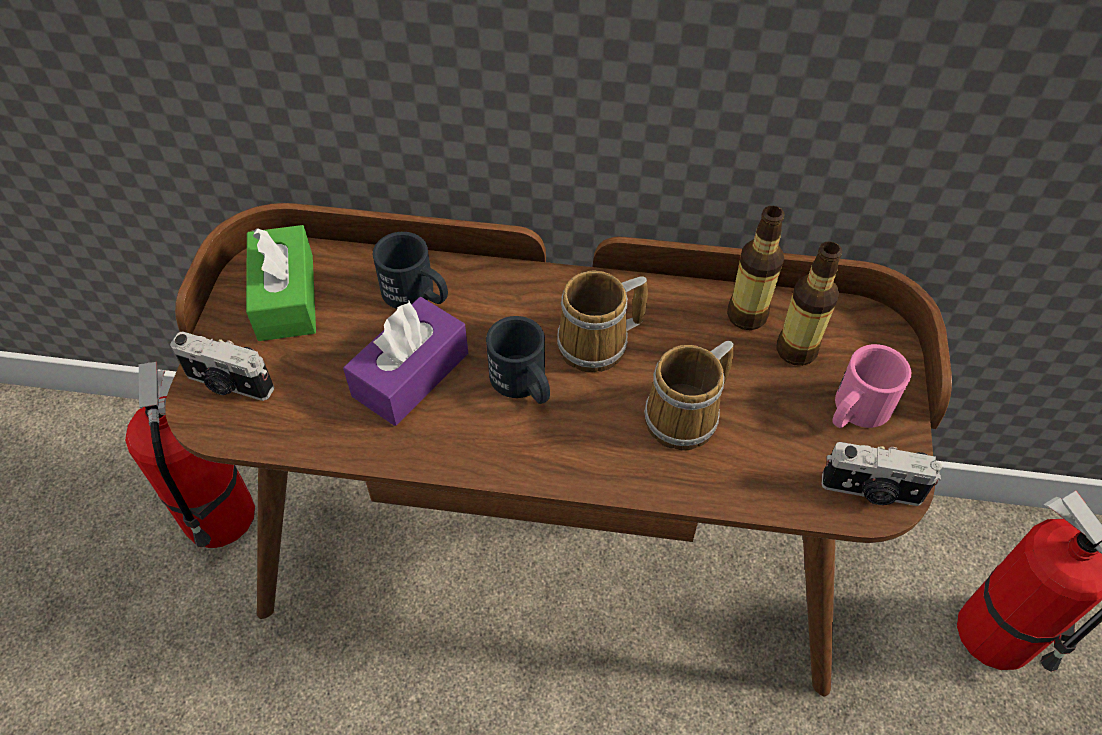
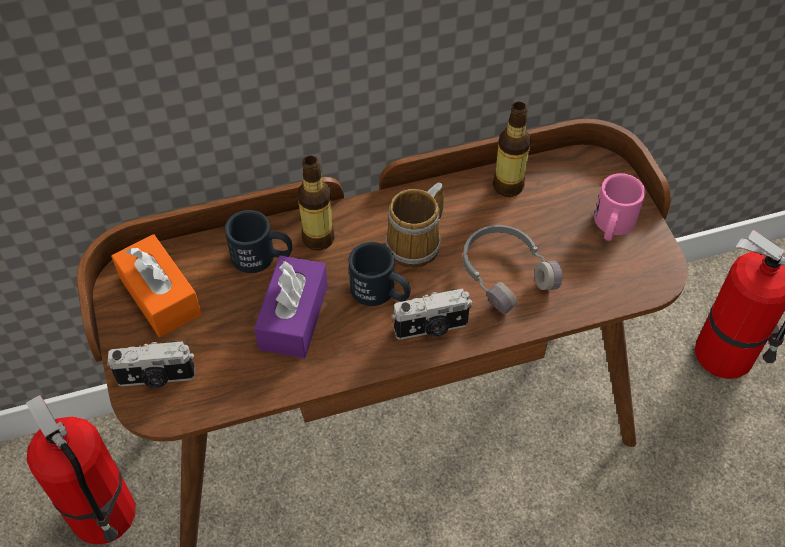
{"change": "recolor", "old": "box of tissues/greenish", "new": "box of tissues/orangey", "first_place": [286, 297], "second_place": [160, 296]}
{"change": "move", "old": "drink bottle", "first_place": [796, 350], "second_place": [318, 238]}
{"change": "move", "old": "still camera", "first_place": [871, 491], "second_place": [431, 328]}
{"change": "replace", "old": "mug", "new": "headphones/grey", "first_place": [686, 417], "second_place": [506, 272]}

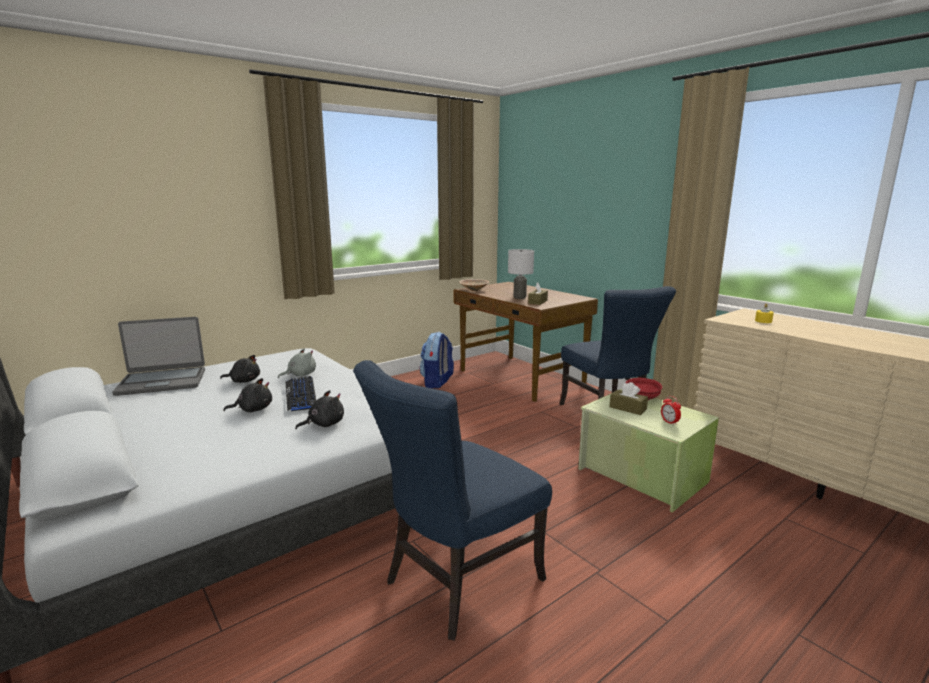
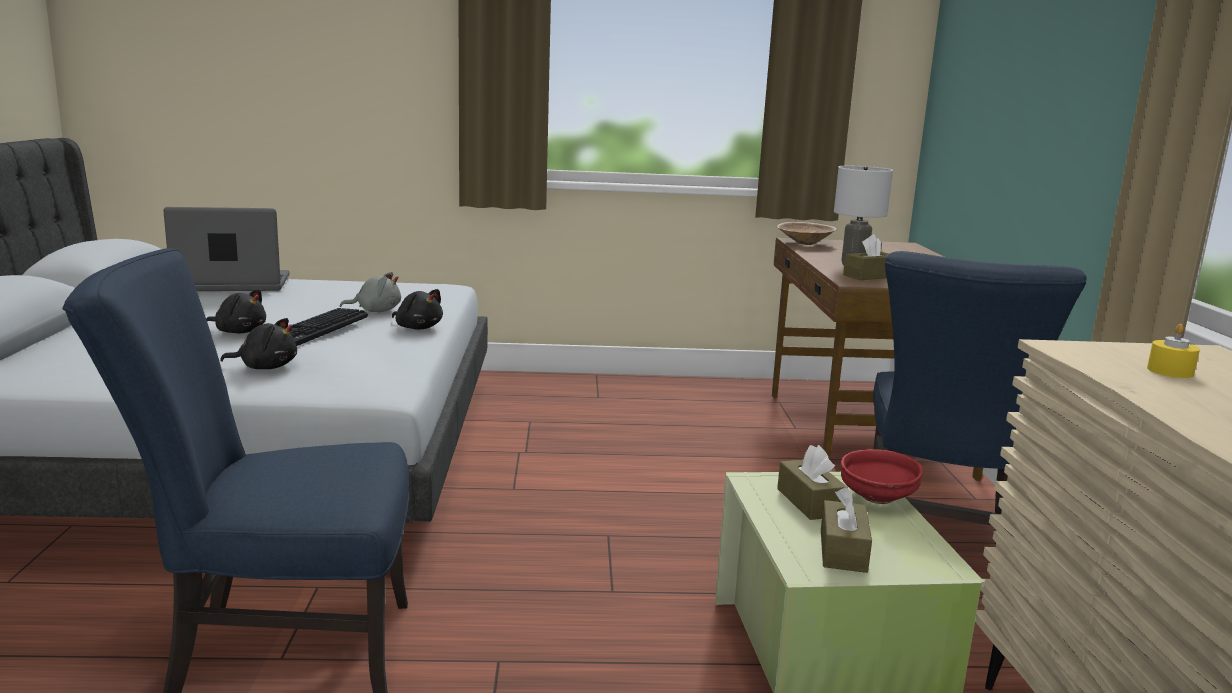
{"change": "rotate", "old": "laptop", "first_place": [162, 382], "second_place": [232, 284], "degrees": 150}
{"change": "move", "old": "cuddly toy/black", "first_place": [244, 381], "second_place": [418, 328]}
{"change": "replace", "old": "table clock", "new": "box of tissues/brown", "first_place": [669, 422], "second_place": [843, 550]}
{"change": "delete", "old": "backpack", "first_place": [437, 382]}

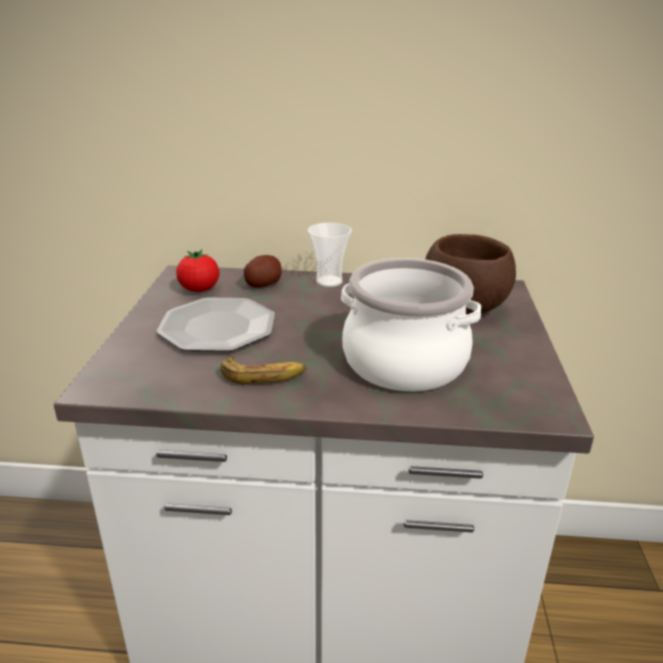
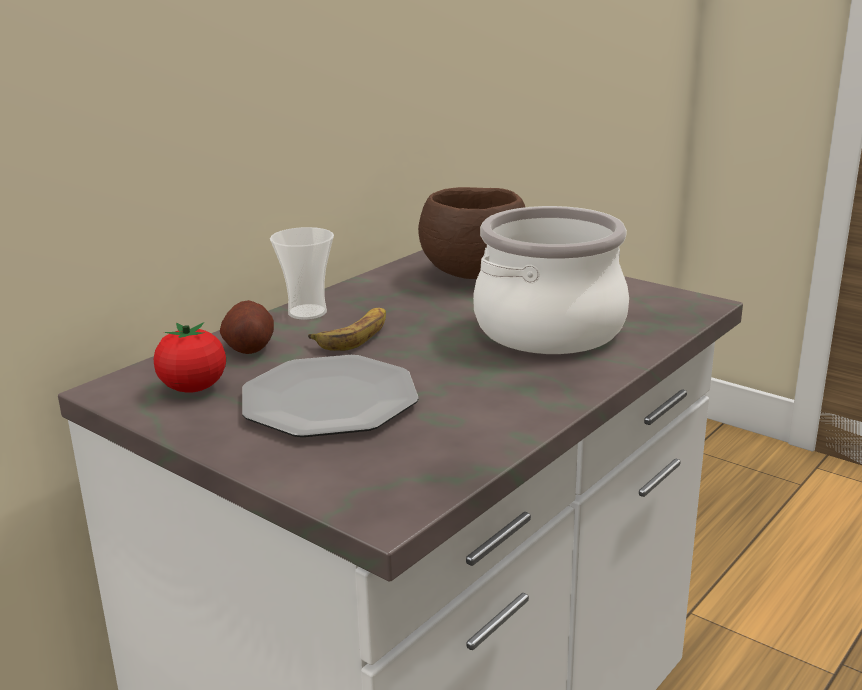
{"change": "move", "old": "whole banana", "first_place": [263, 375], "second_place": [355, 336]}

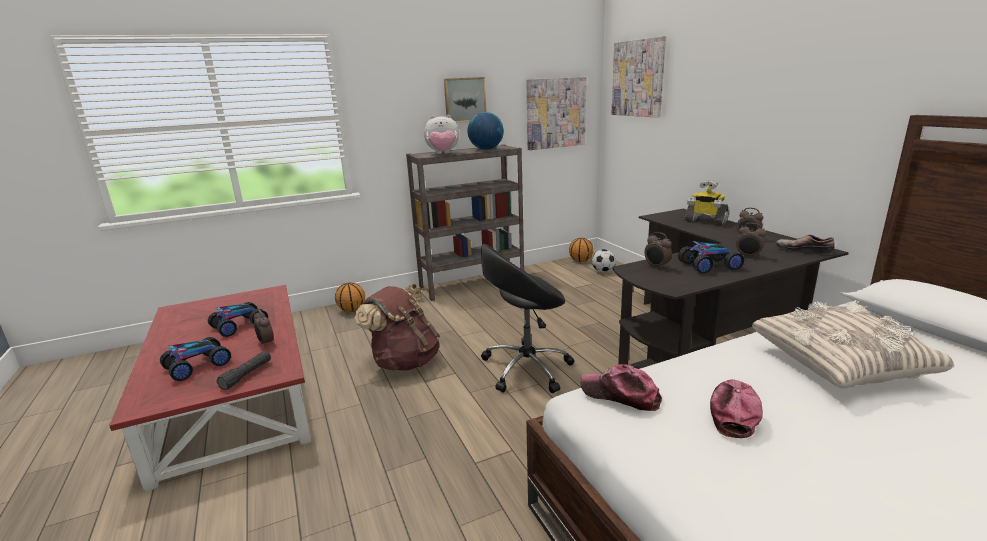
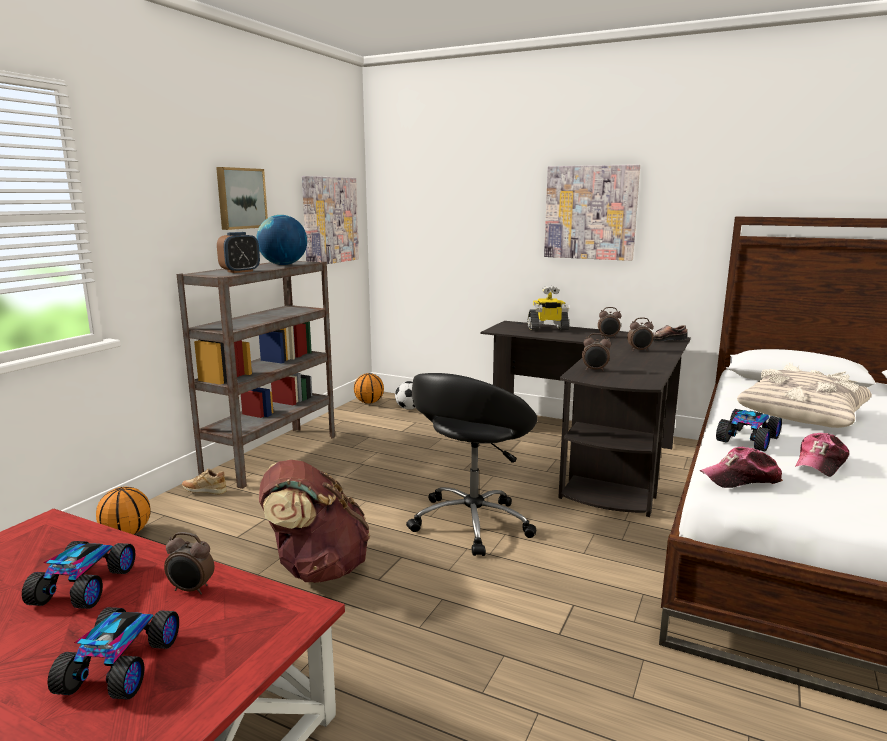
{"change": "replace", "old": "cuddly toy", "new": "table clock", "first_place": [443, 154], "second_place": [240, 271]}
{"change": "move", "old": "picture", "first_place": [638, 78], "second_place": [590, 212]}
{"change": "move", "old": "model car", "first_place": [709, 266], "second_place": [749, 439]}
{"change": "rotate", "old": "peaked cap", "first_place": [733, 412], "second_place": [820, 464], "degrees": -120}
{"change": "delete", "old": "torch/black", "first_place": [247, 375]}

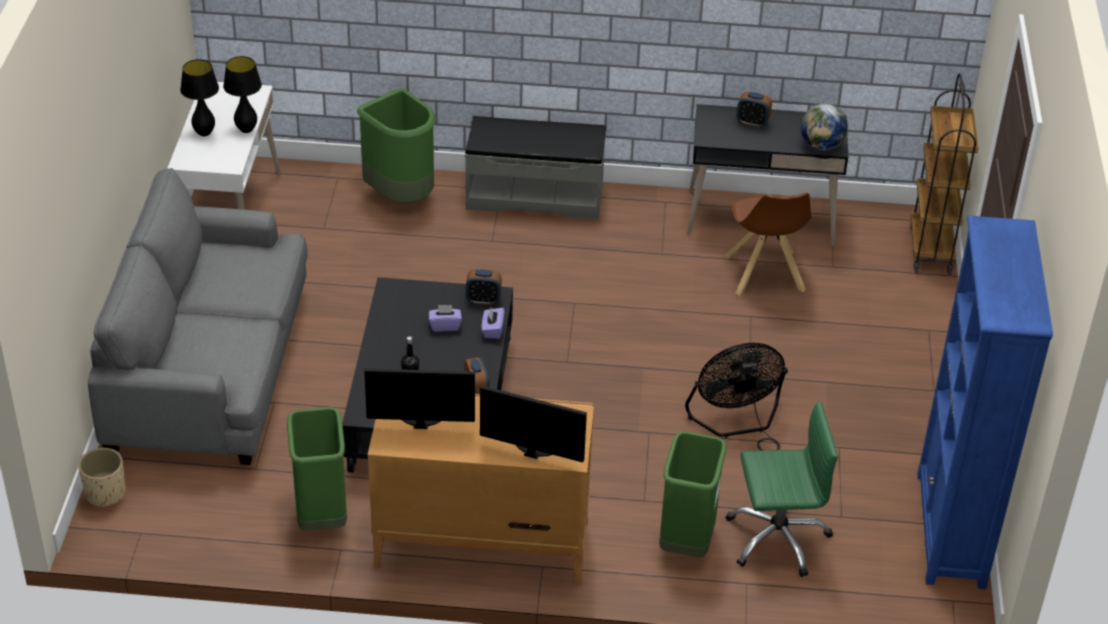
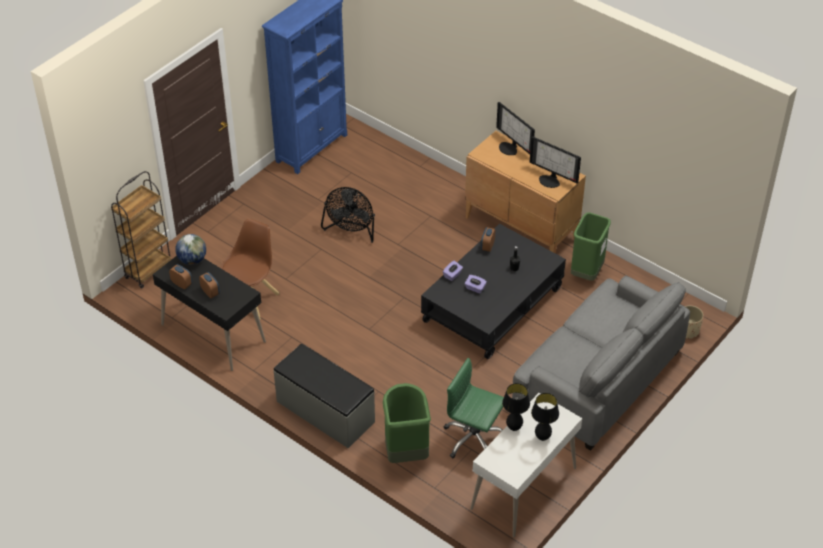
{"change": "move", "old": "table clock", "first_place": [483, 300], "second_place": [182, 284]}
{"change": "move", "old": "computer chair/greenish", "first_place": [777, 538], "second_place": [473, 439]}
{"change": "delete", "old": "waste bin/greenish", "first_place": [686, 542]}

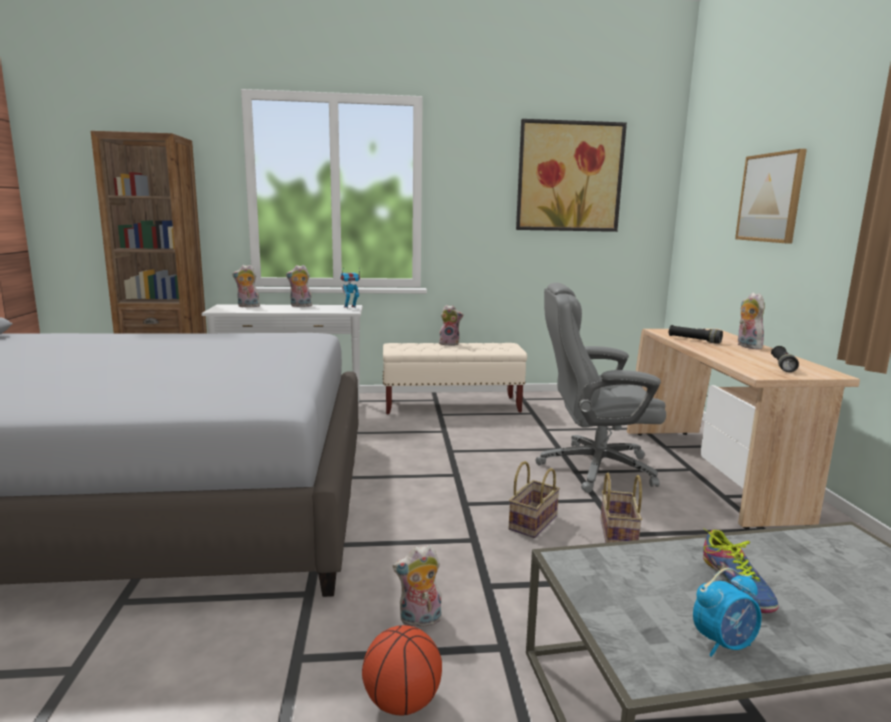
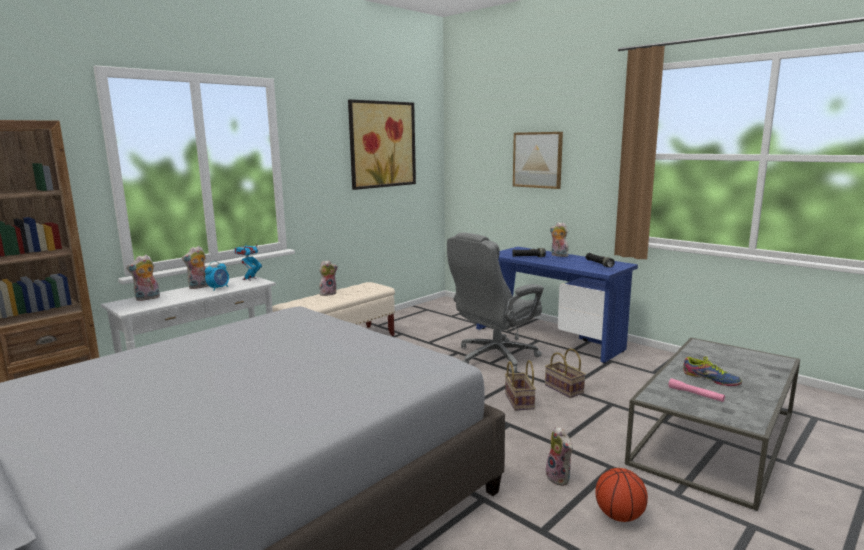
{"change": "move", "old": "table clock", "first_place": [723, 644], "second_place": [219, 288]}
{"change": "recolor", "old": "desk table/beige", "new": "desk table/blue", "first_place": [711, 473], "second_place": [549, 339]}
{"change": "rotate", "old": "cuddly toy", "first_place": [419, 621], "second_place": [560, 478], "degrees": -60}
{"change": "insert", "new": "torch/pink-coloured", "second_place": [695, 394]}

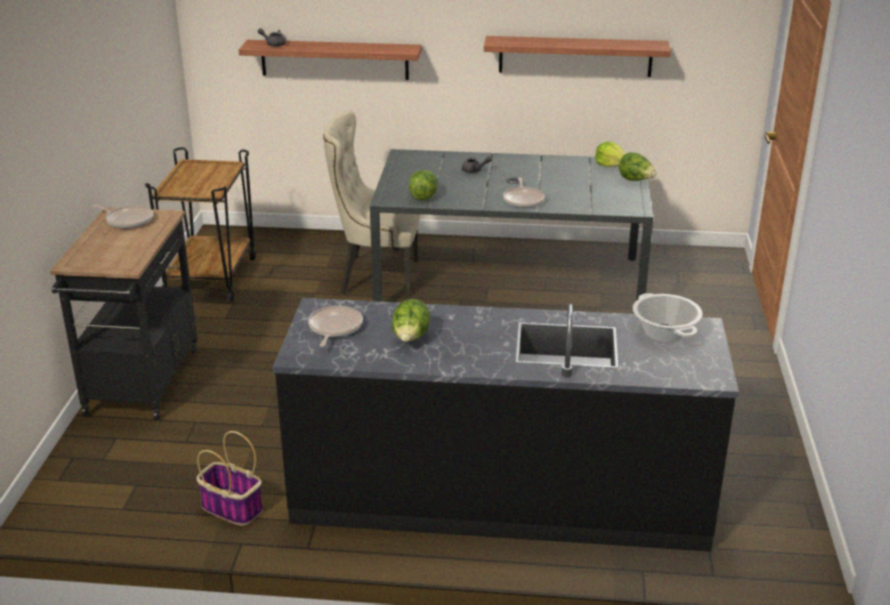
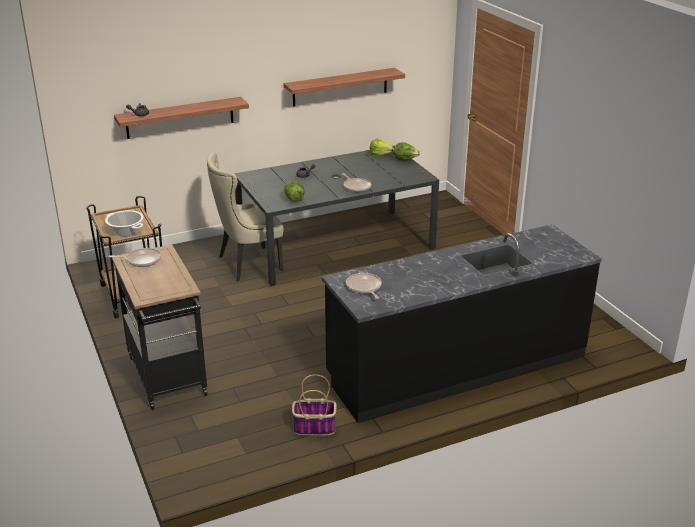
{"change": "move", "old": "stockpot", "first_place": [664, 334], "second_place": [126, 231]}
{"change": "delete", "old": "lettuce head", "first_place": [410, 339]}

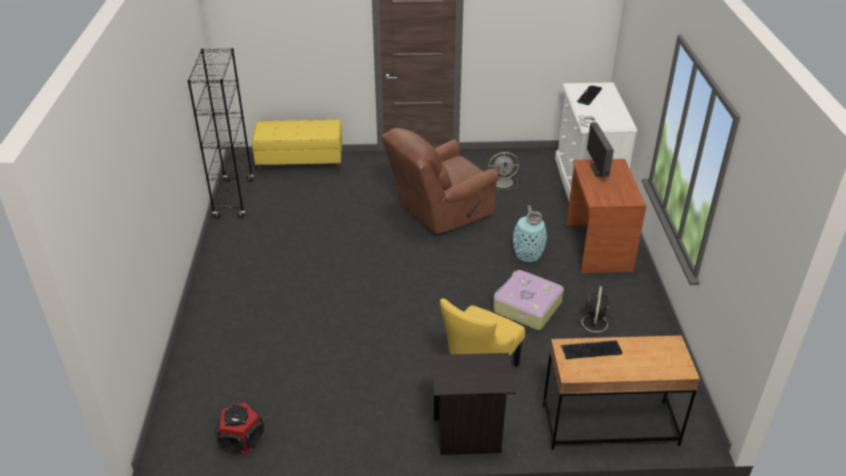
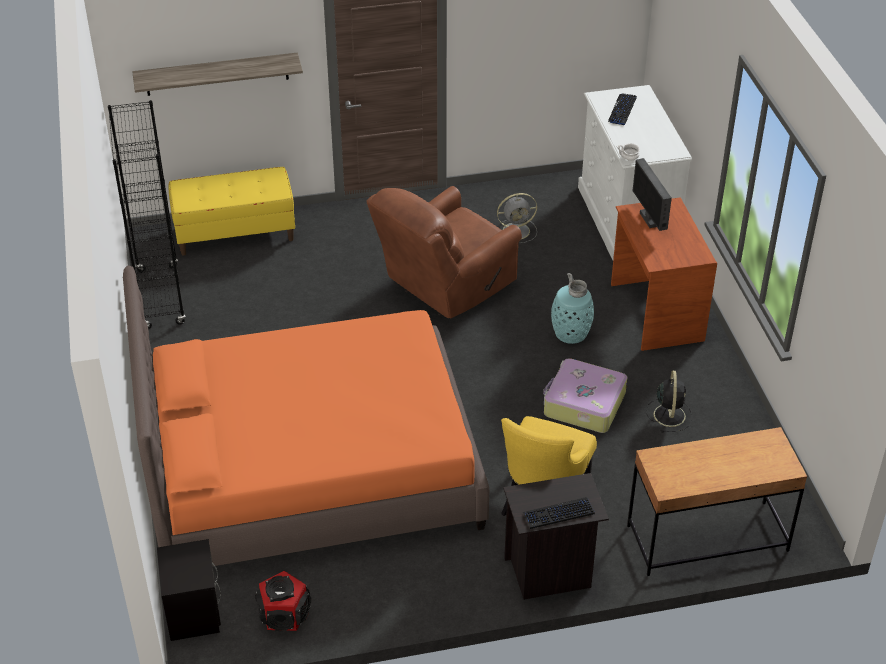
{"change": "insert", "new": "bed/orangey", "second_place": [310, 469]}
{"change": "insert", "new": "wall shelf", "second_place": [217, 74]}
{"change": "insert", "new": "night table/black", "second_place": [194, 612]}
{"change": "move", "old": "computer keyboard", "first_place": [591, 350], "second_place": [558, 514]}

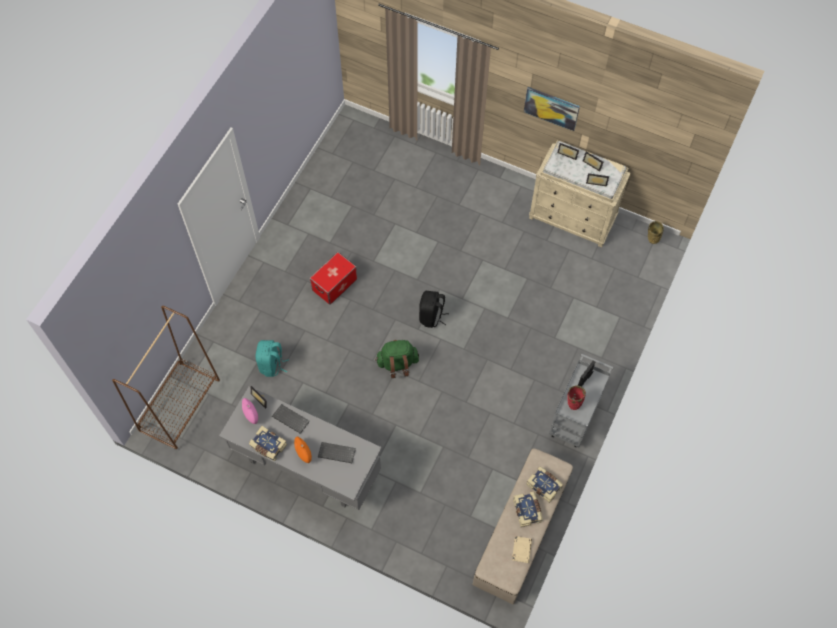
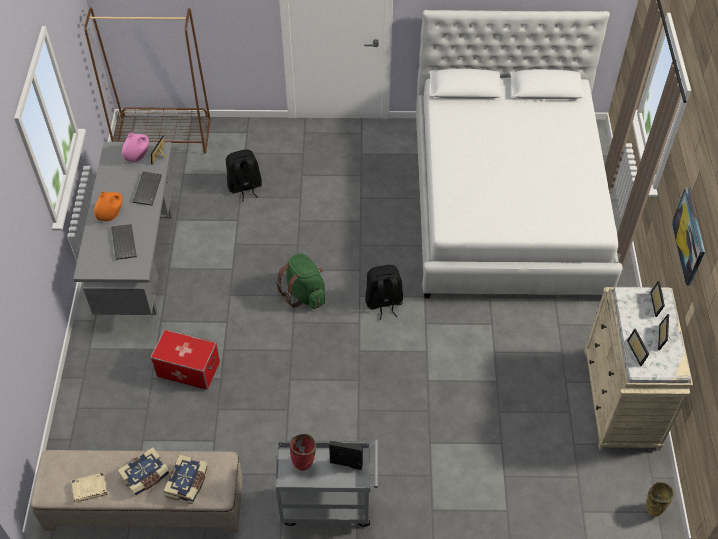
{"change": "move", "old": "storage bin", "first_place": [334, 285], "second_place": [188, 369]}
{"change": "recolor", "old": "backpack/blue-green", "new": "backpack/black", "first_place": [272, 365], "second_place": [245, 187]}
{"change": "insert", "new": "bed/whitish", "second_place": [507, 205]}
{"change": "delete", "old": "volume", "first_place": [268, 446]}

